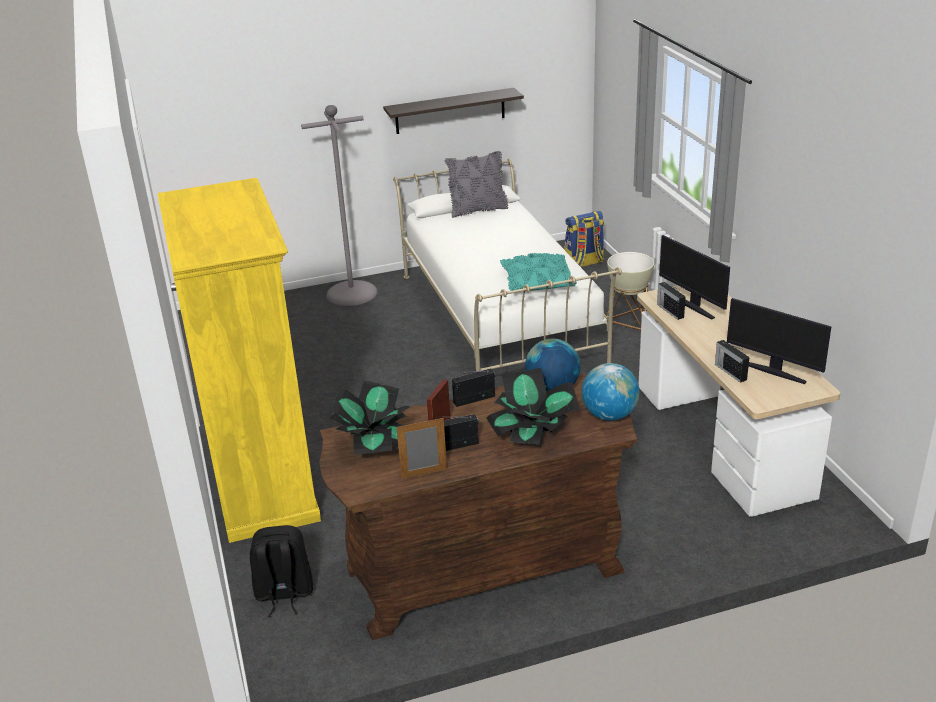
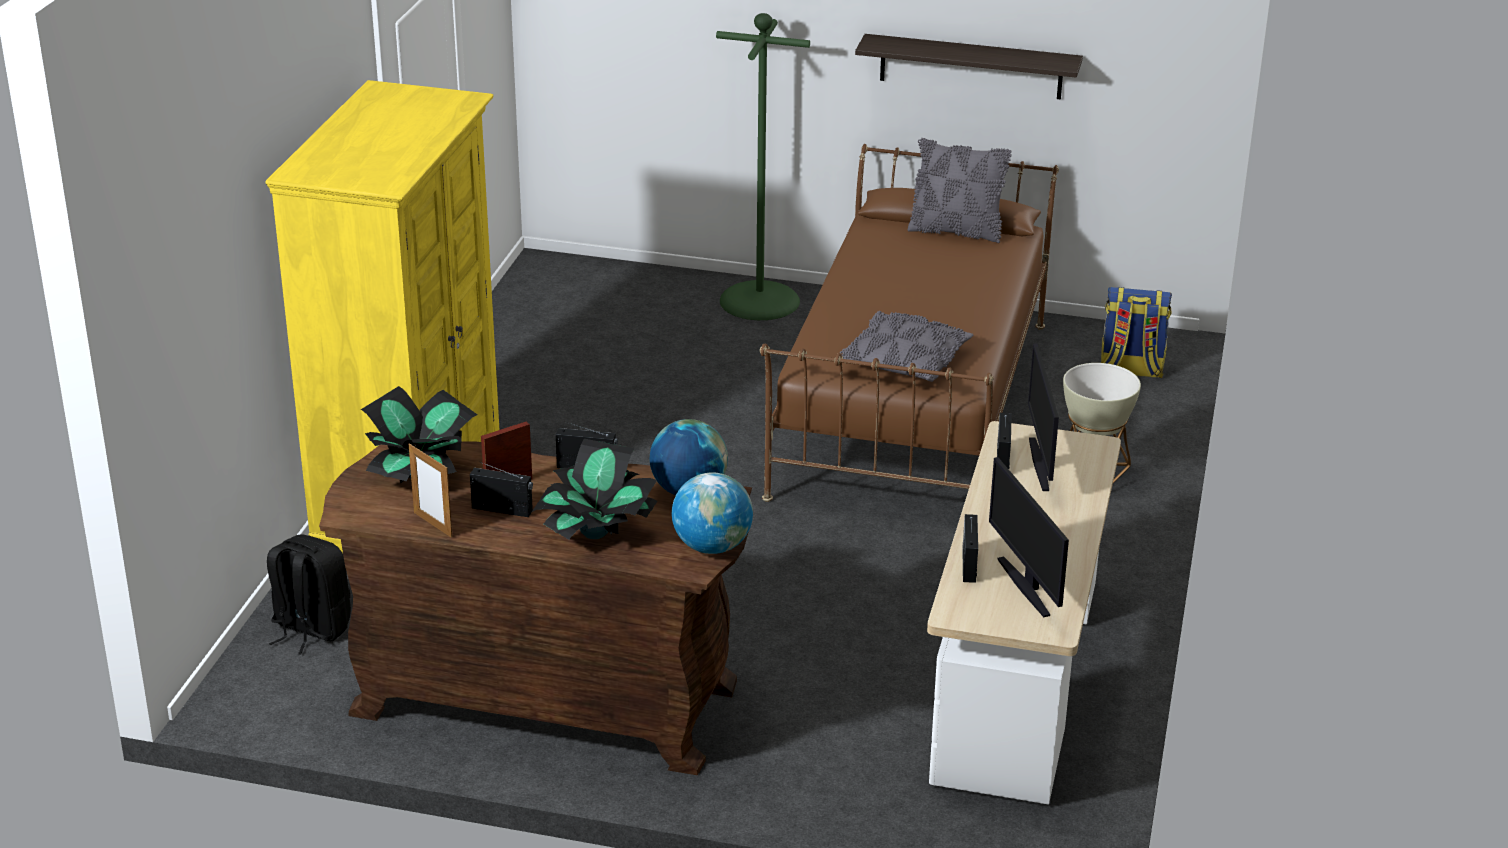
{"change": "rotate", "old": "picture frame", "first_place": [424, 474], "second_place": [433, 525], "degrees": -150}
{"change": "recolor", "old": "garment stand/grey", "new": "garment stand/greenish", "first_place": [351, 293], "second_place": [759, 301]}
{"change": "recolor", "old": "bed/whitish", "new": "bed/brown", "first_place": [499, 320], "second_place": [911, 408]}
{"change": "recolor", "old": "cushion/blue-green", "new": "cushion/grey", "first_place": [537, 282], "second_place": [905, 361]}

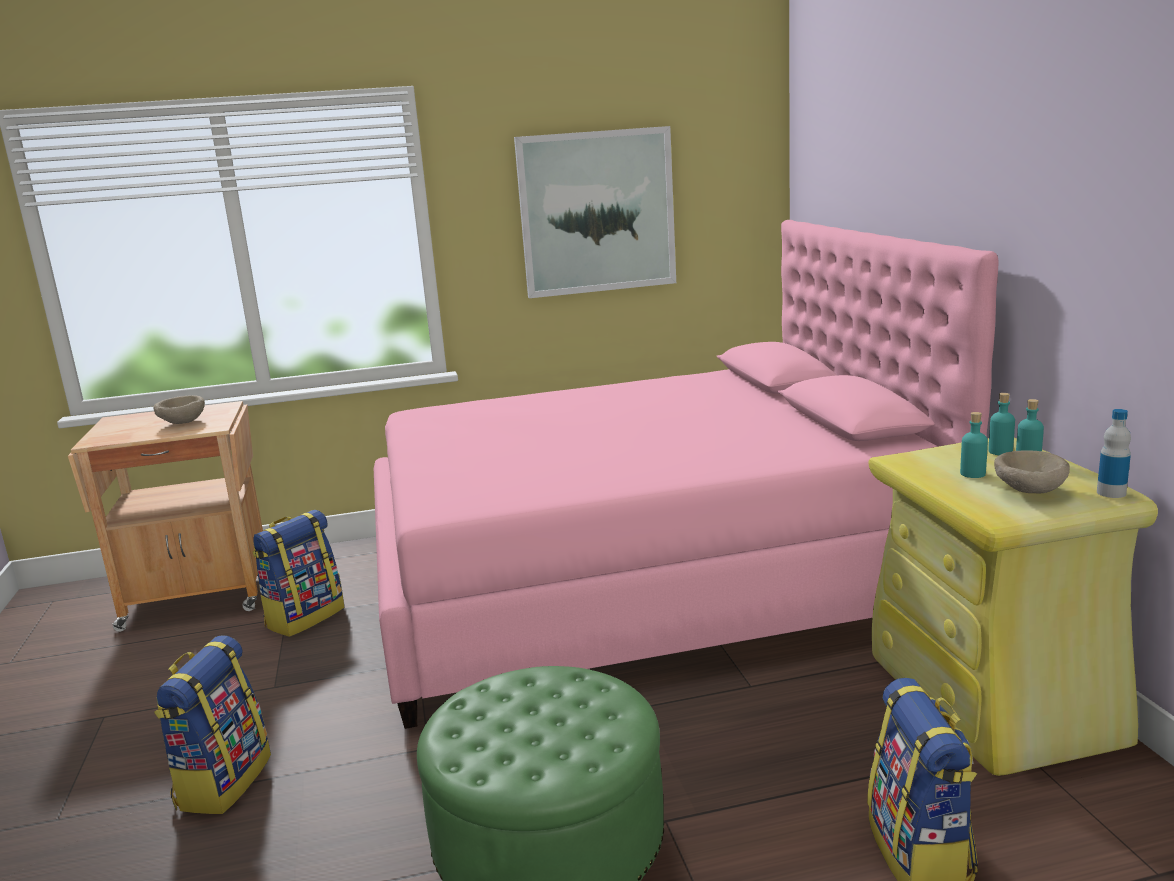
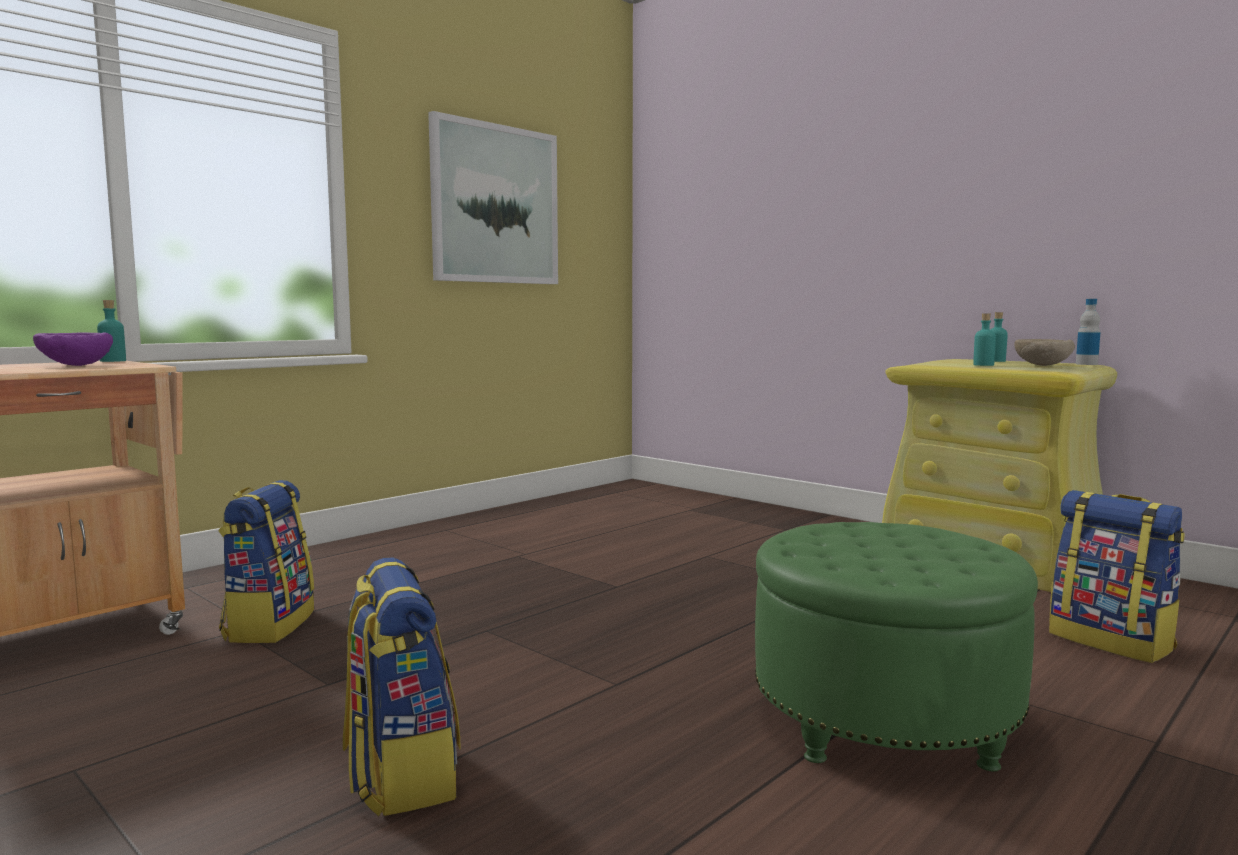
{"change": "recolor", "old": "serving bowl/beige", "new": "serving bowl/purple", "first_place": [182, 423], "second_place": [75, 366]}
{"change": "move", "old": "drink bottle/blue-green", "first_place": [1000, 452], "second_place": [113, 361]}
{"change": "delete", "old": "bed/pink-coloured", "first_place": [644, 579]}

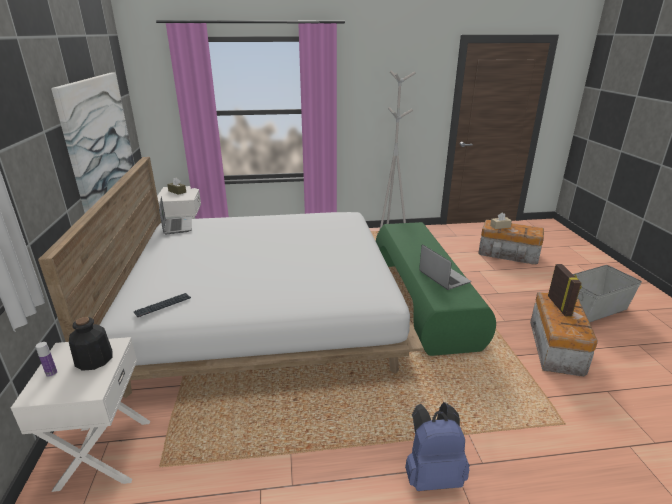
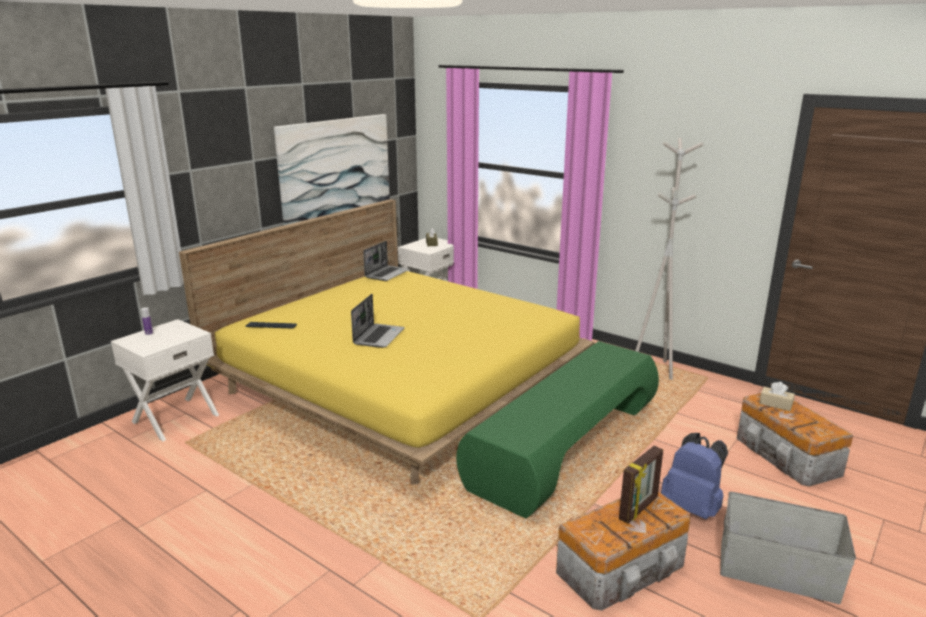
{"change": "recolor", "old": "bed/whitish", "new": "bed/yellow", "first_place": [264, 308], "second_place": [403, 381]}
{"change": "move", "old": "laptop", "first_place": [443, 277], "second_place": [378, 336]}
{"change": "move", "old": "backpack/blue", "first_place": [432, 475], "second_place": [692, 507]}
{"change": "delete", "old": "drink bottle", "first_place": [94, 360]}

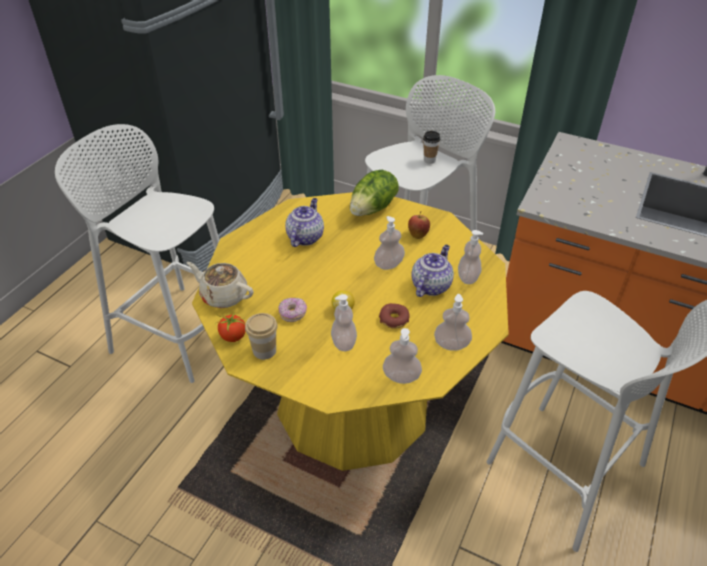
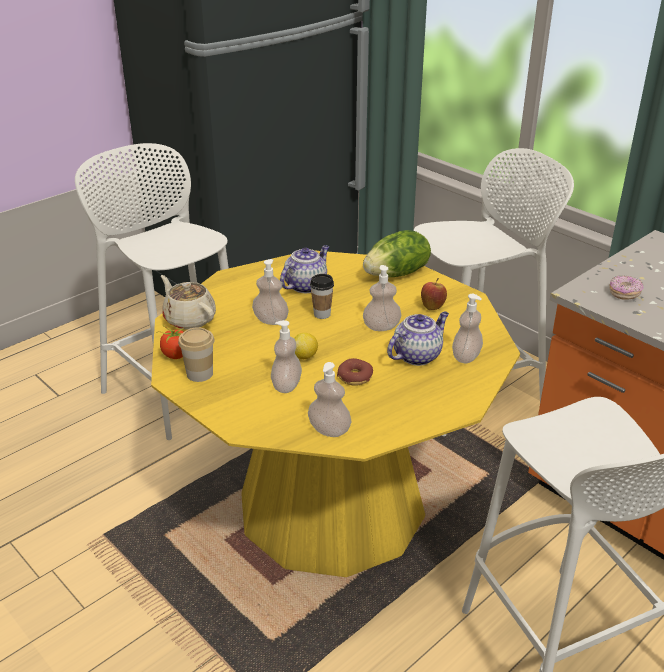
{"change": "move", "old": "liquid soap bottle", "first_place": [451, 344], "second_place": [270, 320]}
{"change": "move", "old": "small cup", "first_place": [429, 160], "second_place": [322, 314]}
{"change": "move", "old": "ring doughnut", "first_place": [293, 314], "second_place": [624, 294]}

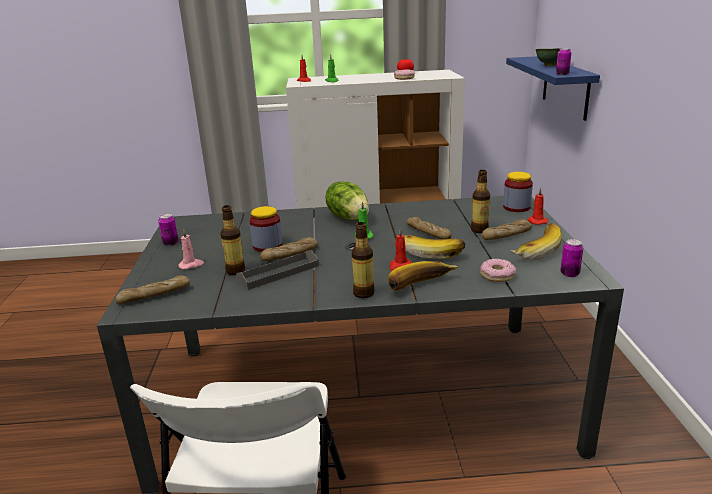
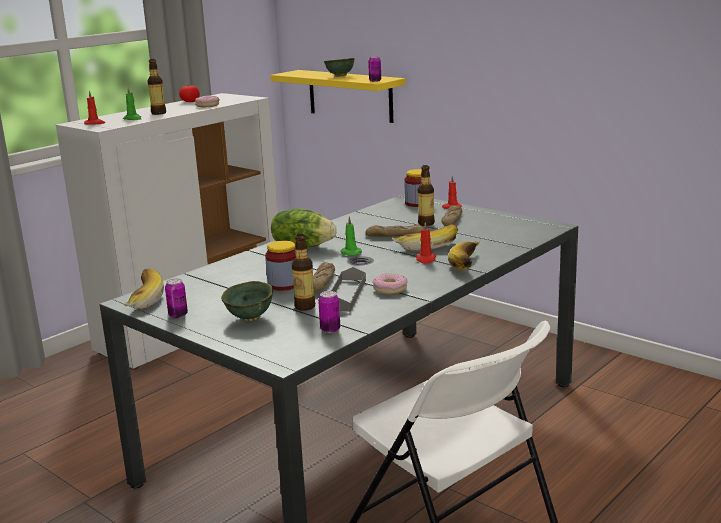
{"change": "move", "old": "whole banana", "first_place": [534, 250], "second_place": [140, 300]}
{"change": "move", "old": "drink bottle", "first_place": [363, 293], "second_place": [158, 113]}
{"change": "replace", "old": "candle/pink-coloured", "new": "serving bowl/greenish", "first_place": [191, 265], "second_place": [251, 318]}
{"change": "recolor", "old": "wall shelf/blue", "new": "wall shelf/yellow", "first_place": [565, 86], "second_place": [350, 95]}
{"change": "move", "old": "can", "first_place": [569, 274], "second_place": [330, 329]}
{"change": "move", "old": "ring doughnut", "first_place": [497, 275], "second_place": [390, 289]}
{"change": "delete", "old": "bread", "first_place": [154, 296]}

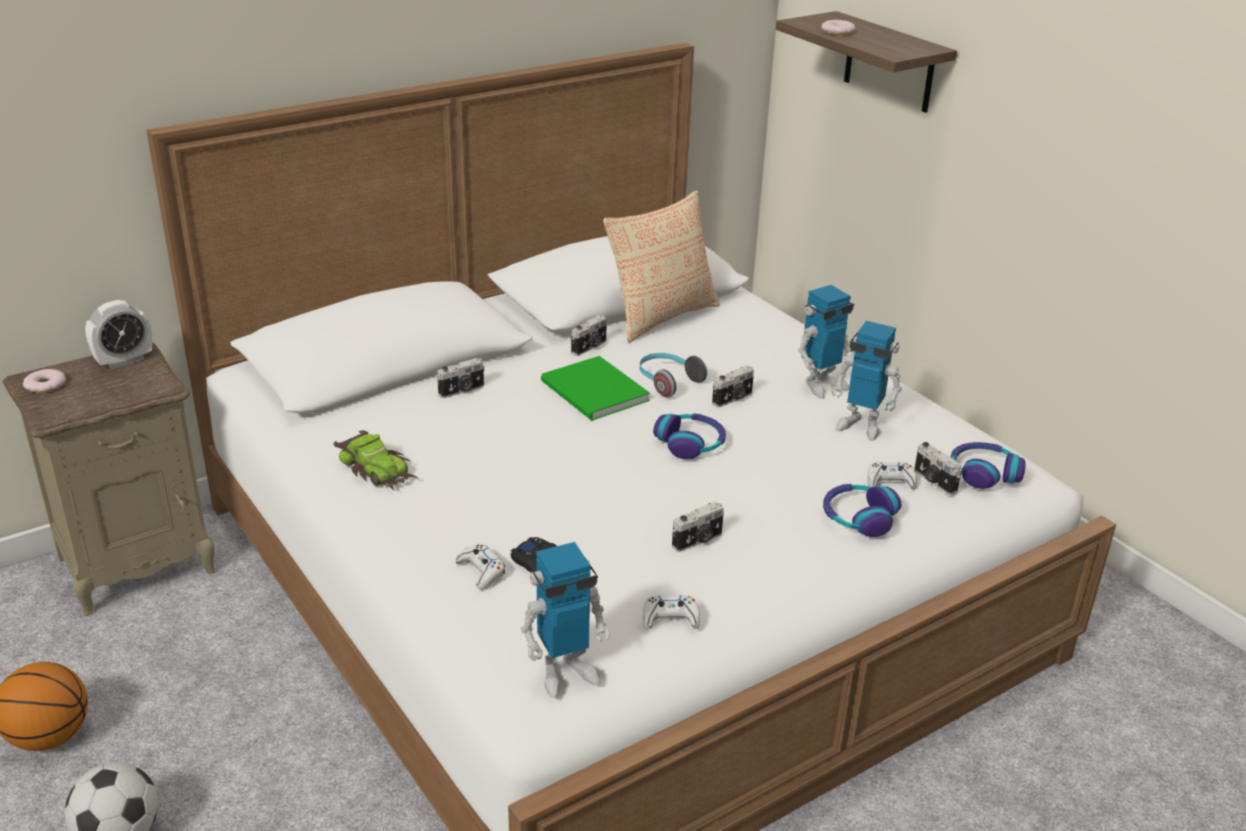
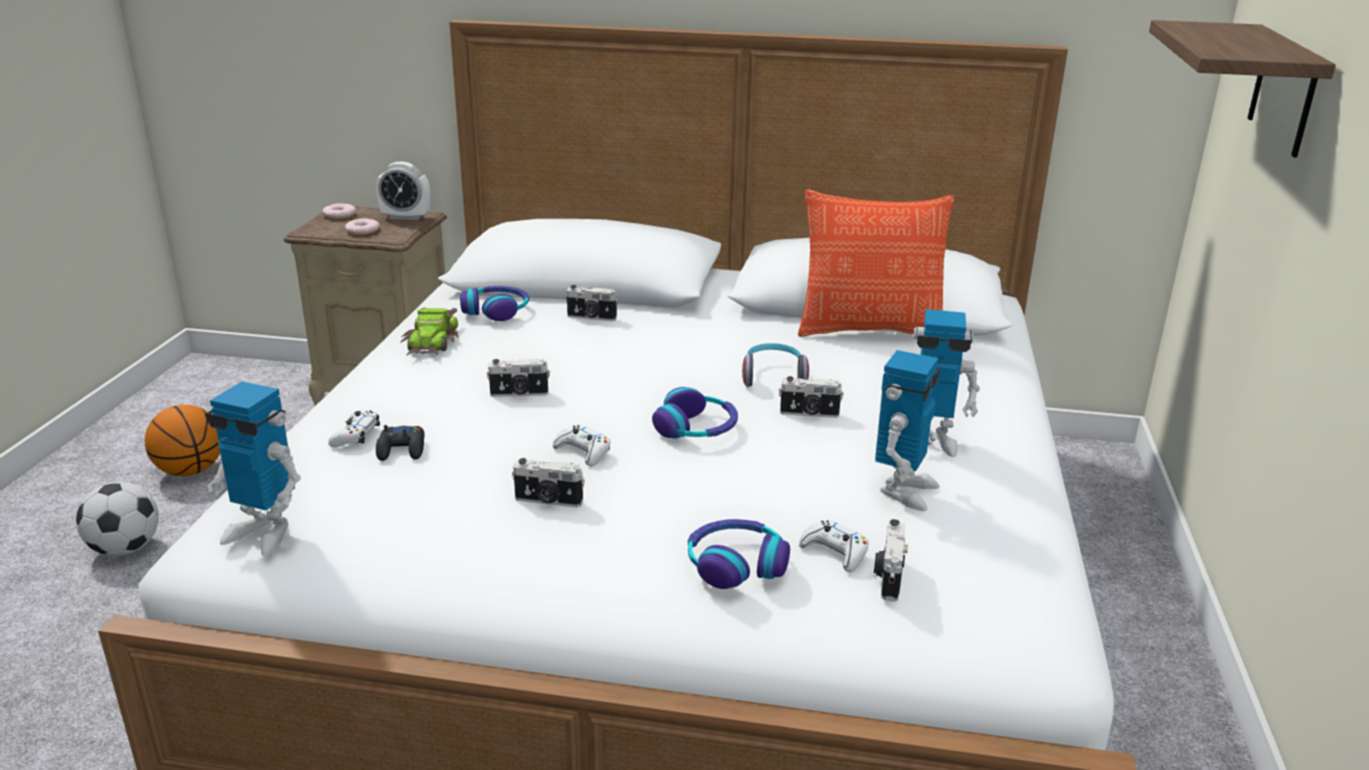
{"change": "move", "old": "ring doughnut", "first_place": [837, 31], "second_place": [362, 230]}
{"change": "move", "old": "headphones", "first_place": [984, 473], "second_place": [496, 311]}
{"change": "move", "old": "still camera", "first_place": [590, 347], "second_place": [519, 394]}
{"change": "move", "old": "gamepad/whitish", "first_place": [670, 619], "second_place": [583, 452]}
{"change": "recolor", "old": "cushion/beige", "new": "cushion/orangey", "first_place": [662, 318], "second_place": [870, 330]}
{"change": "rotate", "old": "robot figure", "first_place": [861, 425], "second_place": [903, 491], "degrees": -135}
{"change": "delete", "old": "volume/greenish", "first_place": [594, 393]}

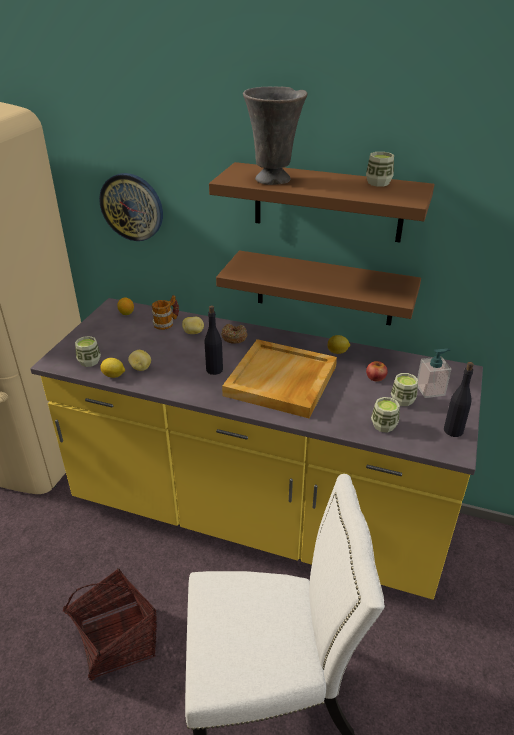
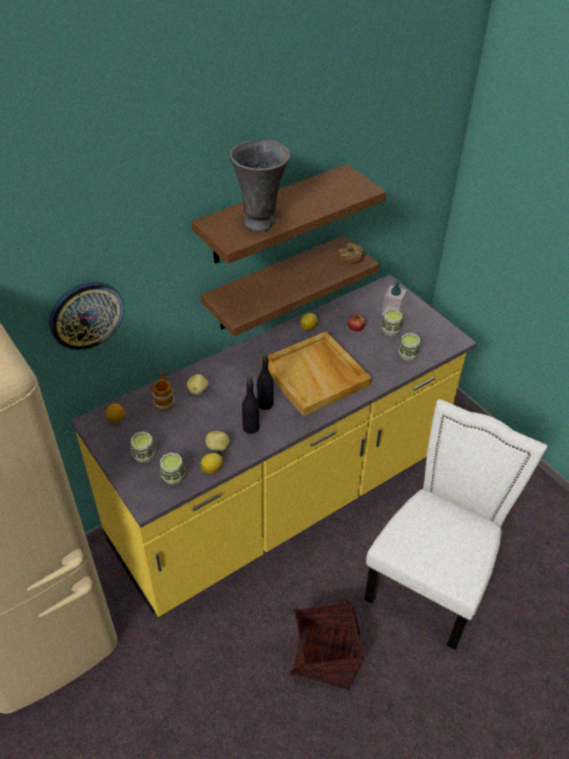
{"change": "move", "old": "small cup", "first_place": [378, 183], "second_place": [144, 455]}
{"change": "move", "old": "drink bottle/black", "first_place": [453, 430], "second_place": [250, 427]}
{"change": "move", "old": "ring doughnut", "first_place": [234, 337], "second_place": [351, 257]}

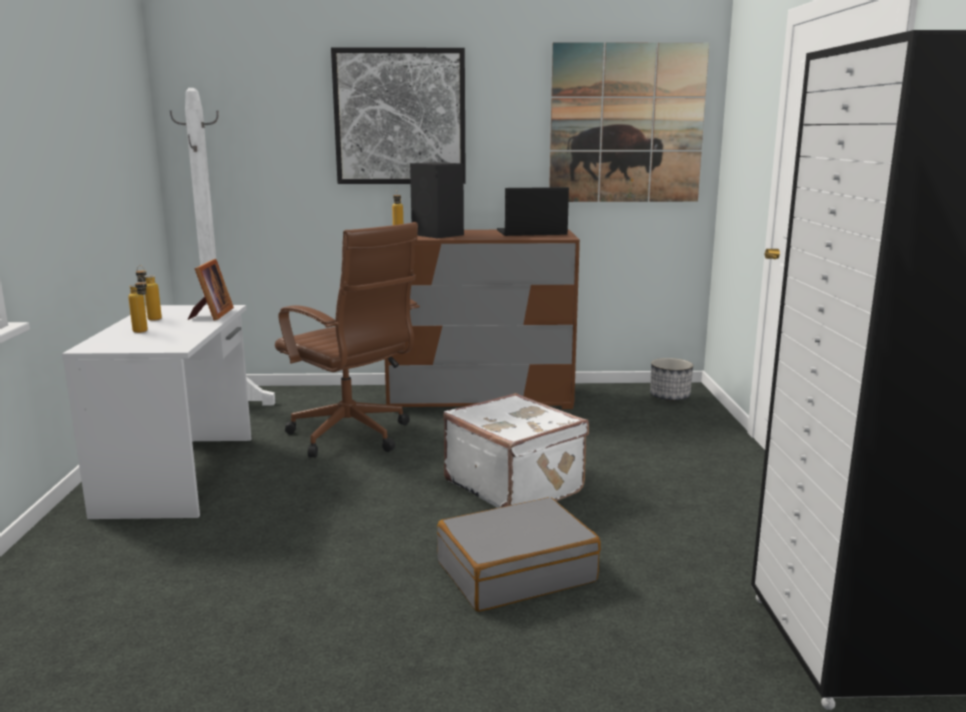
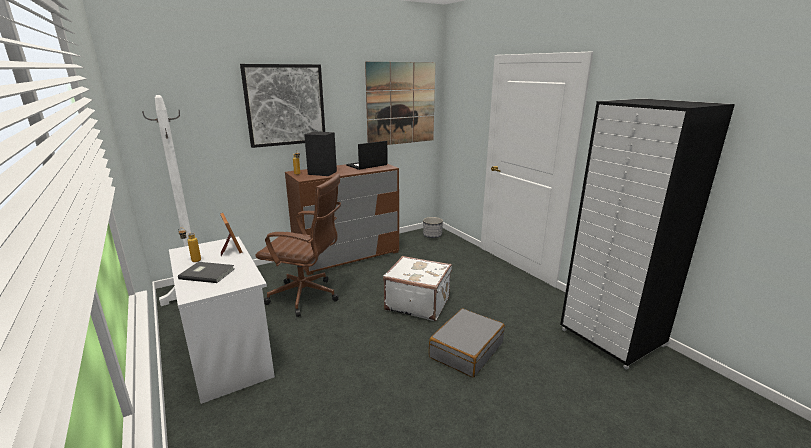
{"change": "replace", "old": "drink bottle", "new": "volume/grey", "first_place": [143, 332], "second_place": [207, 273]}

